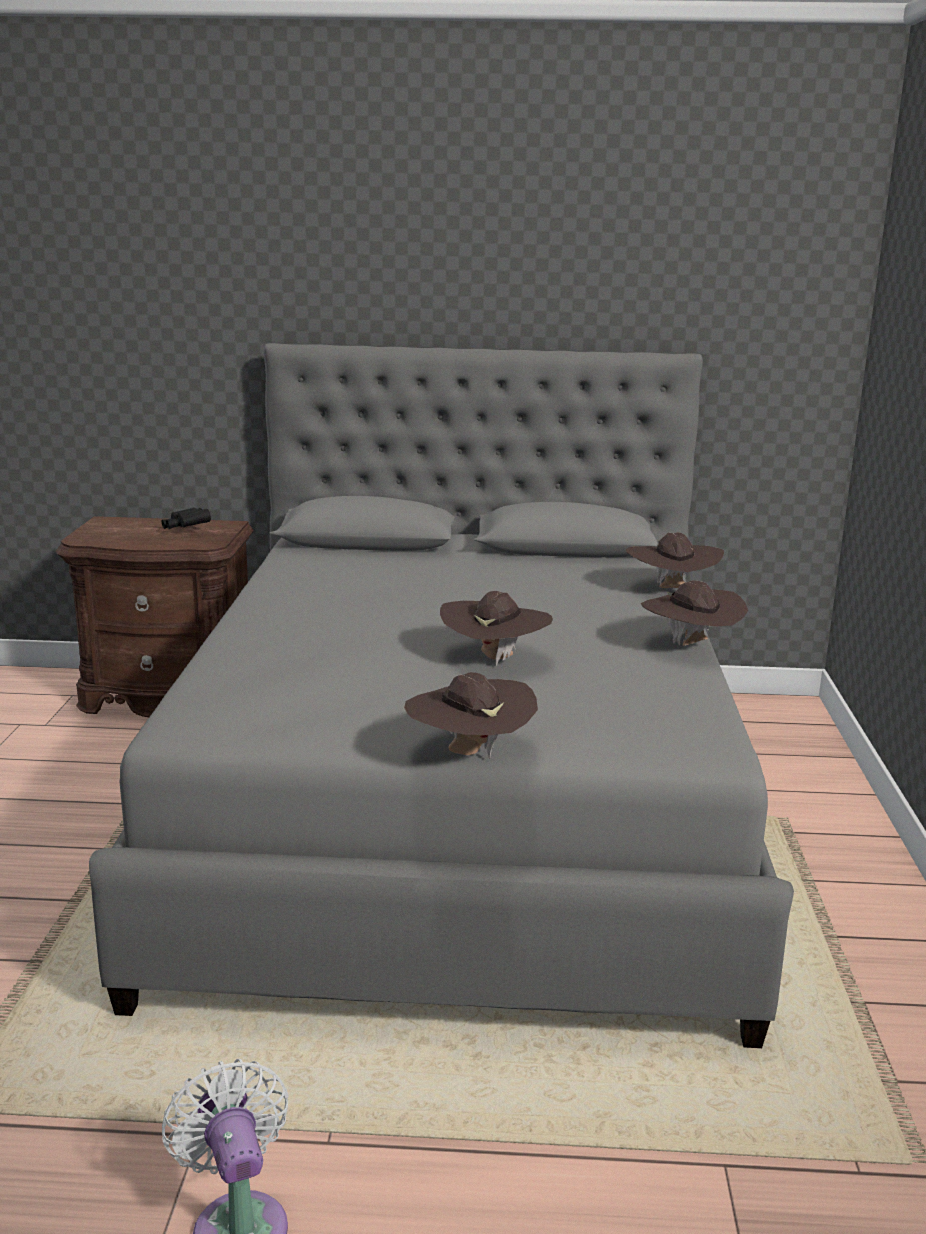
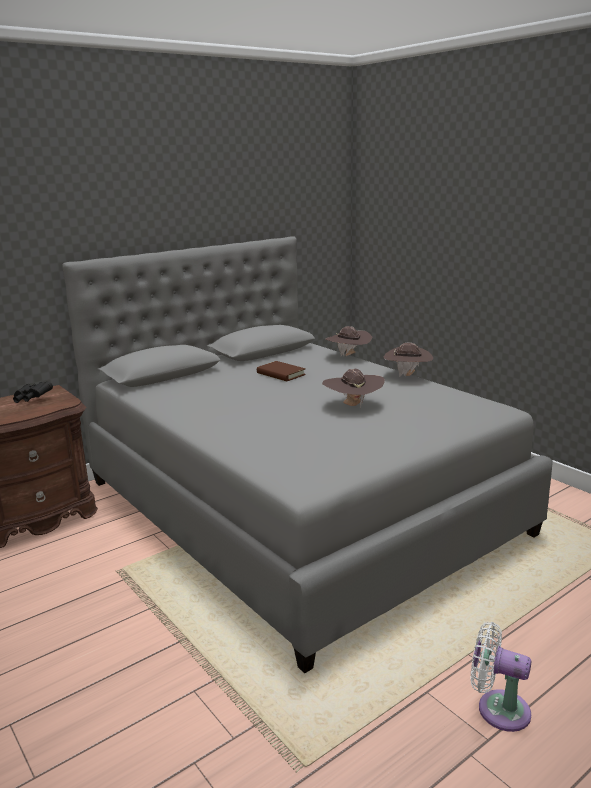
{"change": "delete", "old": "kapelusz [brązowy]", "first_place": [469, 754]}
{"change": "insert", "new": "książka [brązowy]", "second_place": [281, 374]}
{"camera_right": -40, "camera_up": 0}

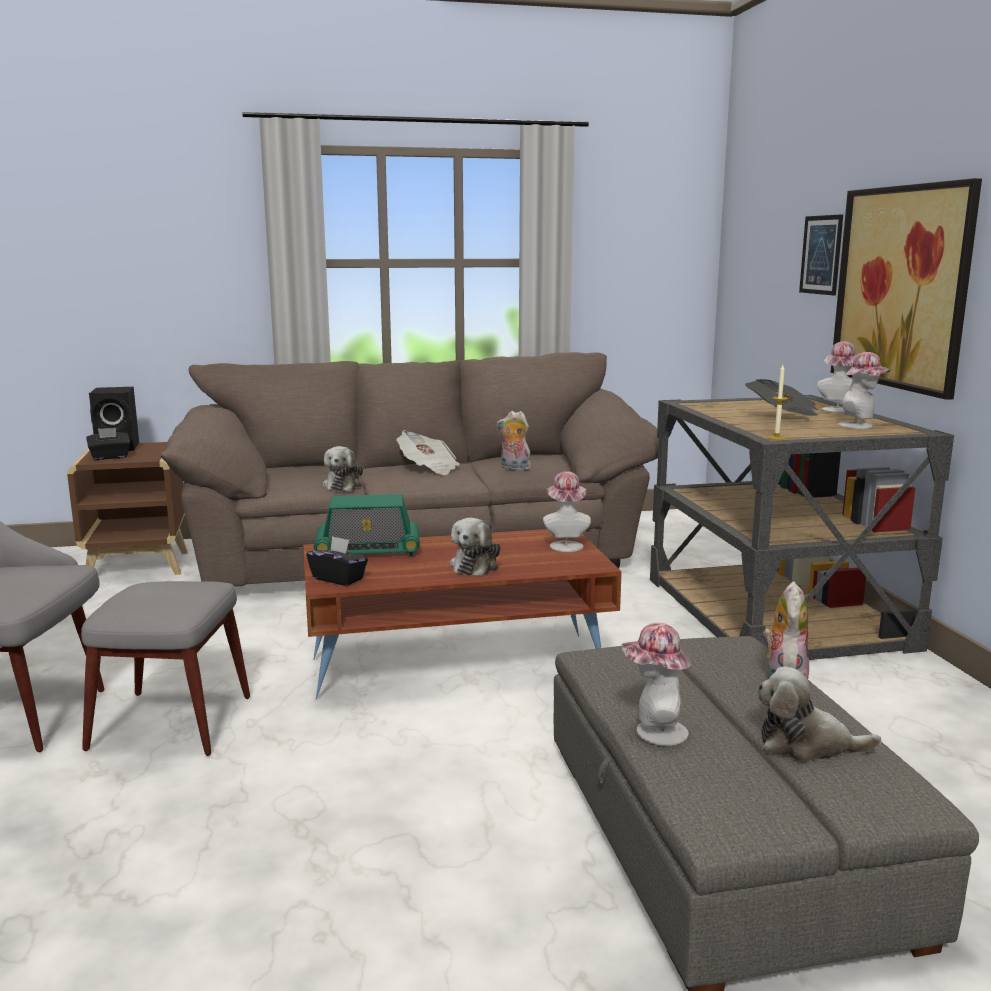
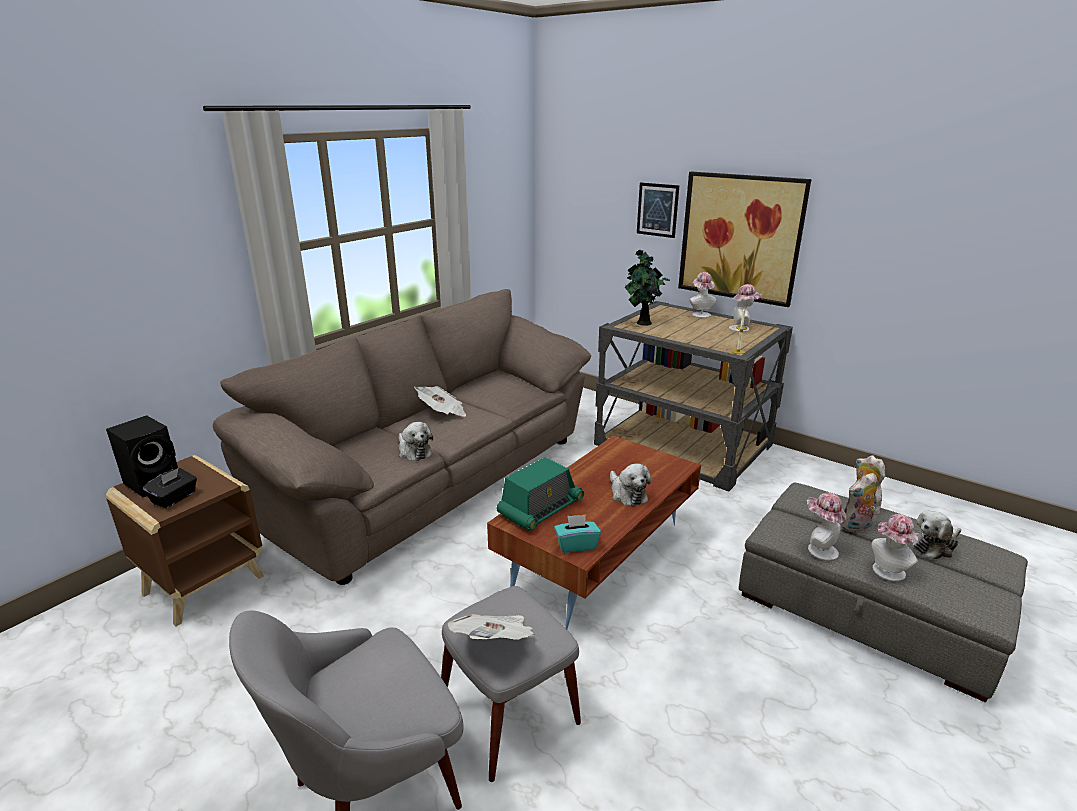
{"change": "insert", "new": "roślina doniczkowa", "second_place": [642, 323]}
{"change": "move", "old": "pluszak", "first_place": [514, 469], "second_place": [856, 527]}
{"change": "move", "old": "kapelusz", "first_place": [565, 545], "second_place": [818, 549]}
{"change": "move", "old": "gazeta", "first_place": [783, 418], "second_place": [495, 643]}
{"change": "recolor", "old": "pudełko chusteczek [czarny]", "new": "pudełko chusteczek [turkusowy]", "first_place": [338, 579], "second_place": [576, 545]}
{"camera_right": -40, "camera_up": 10}

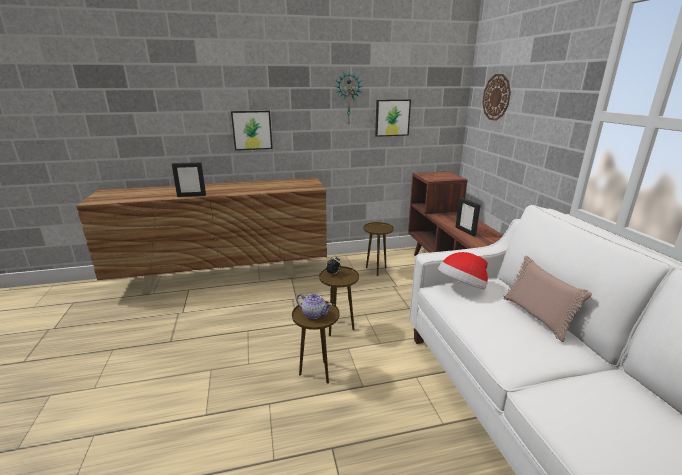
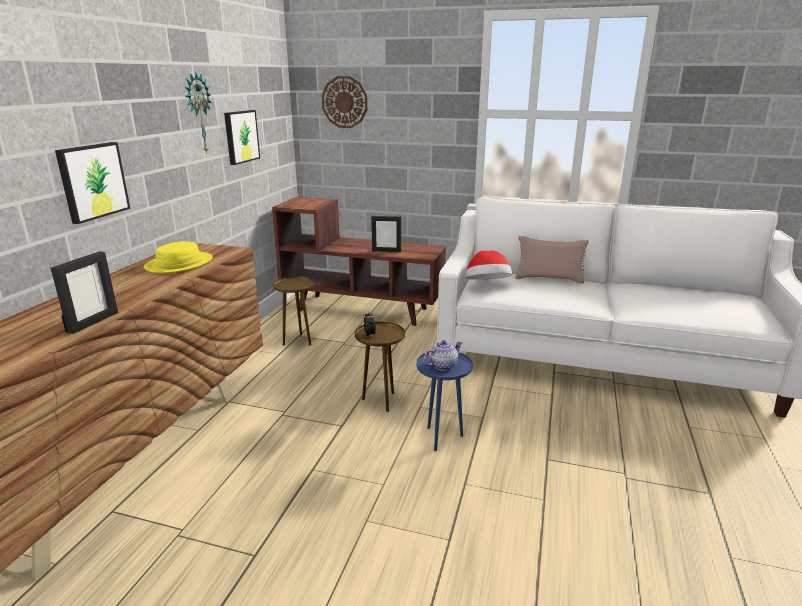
{"change": "insert", "new": "kapelusz [żółty]", "second_place": [179, 264]}
{"change": "recolor", "old": "stolik [brązowy]", "new": "stolik [niebieski]", "first_place": [317, 372], "second_place": [442, 437]}
{"camera_right": -60, "camera_up": 0}

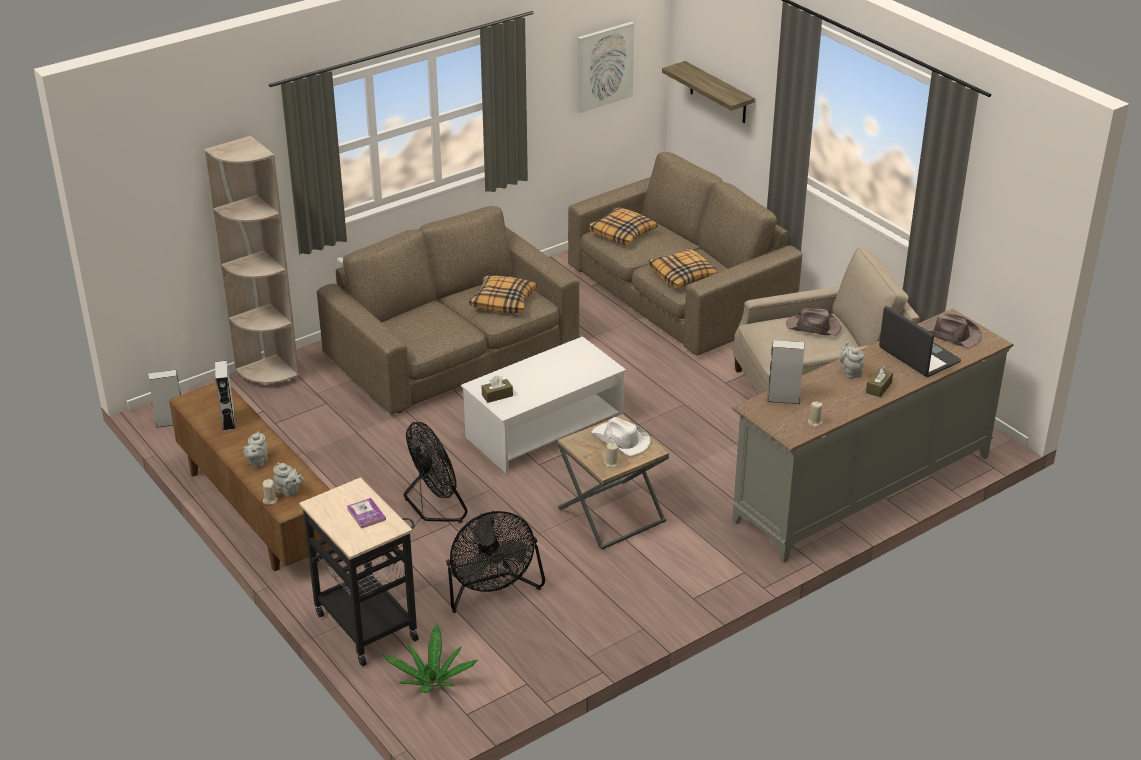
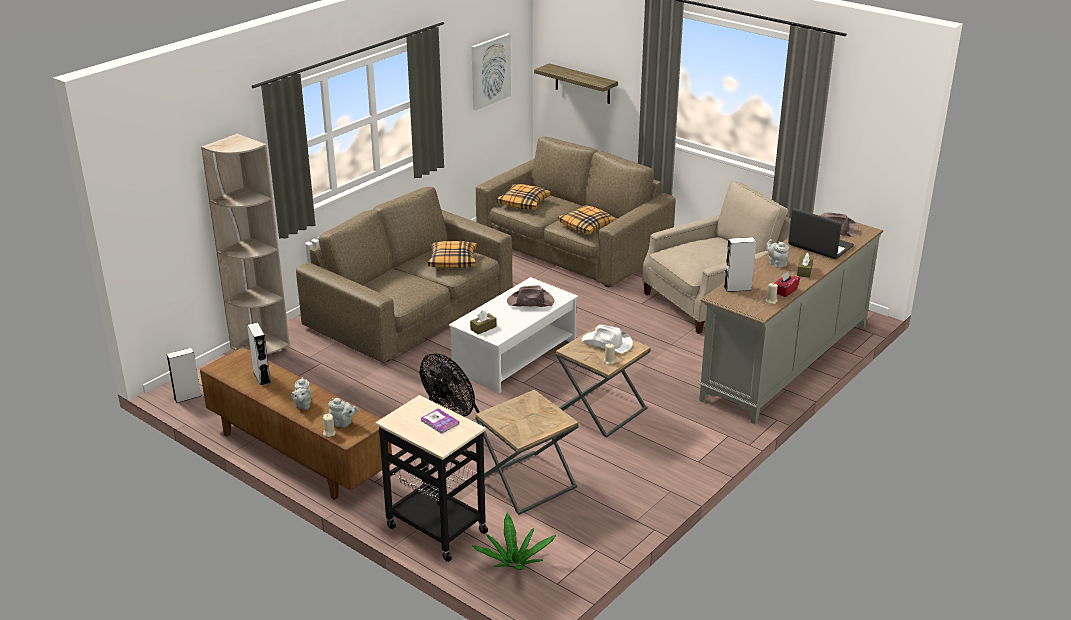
{"change": "insert", "new": "pudełko chusteczek [czerwony]", "second_place": [785, 291]}
{"change": "move", "old": "kapelusz [brązowy]", "first_place": [813, 327], "second_place": [531, 302]}
{"change": "replace", "old": "wentylator [czarny]", "new": "stolik [brązowy]", "first_place": [487, 589], "second_place": [527, 483]}
{"camera_right": -15, "camera_up": -5}

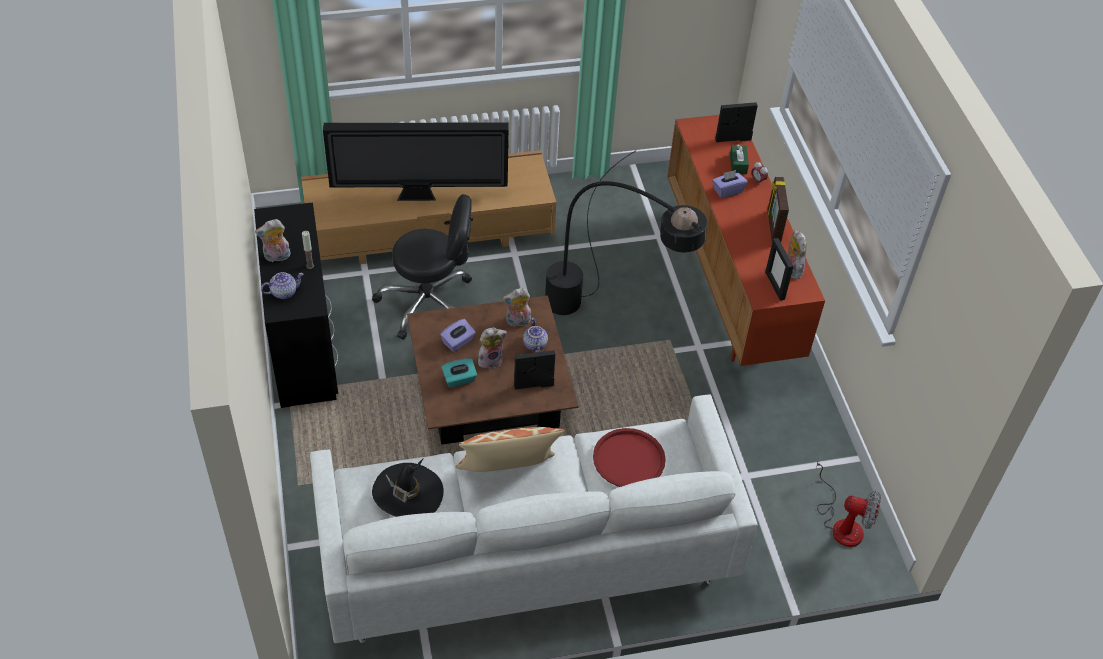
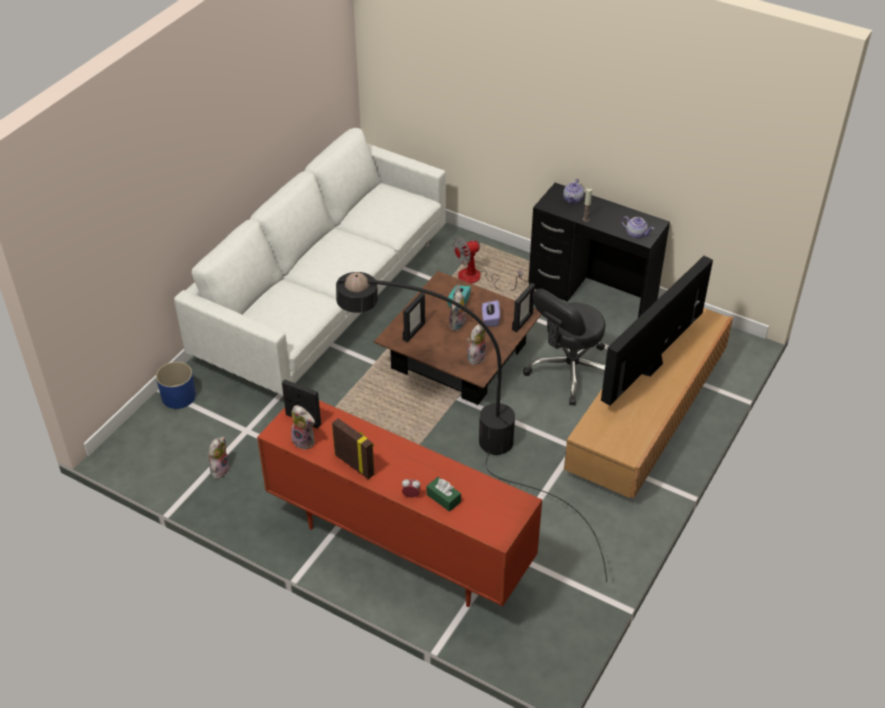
{"change": "delete", "old": "kapelusz [czarny]", "first_place": [408, 493]}
{"change": "delete", "old": "poduszka", "first_place": [507, 474]}
{"change": "delete", "old": "taca [czerwony]", "first_place": [629, 459]}
{"change": "delete", "old": "pudełko chusteczek [fioletowy]", "first_place": [727, 190]}
{"change": "insert", "new": "donica [niebieski]", "second_place": [178, 396]}
{"change": "move", "old": "pluszak", "first_place": [276, 257], "second_place": [219, 469]}
{"change": "move", "old": "imbryk", "first_place": [534, 344], "second_place": [636, 234]}
{"change": "move", "old": "ramka na zdjęcie", "first_place": [733, 139], "second_place": [522, 322]}
{"change": "move", "old": "wentylator", "first_place": [842, 523], "second_place": [477, 279]}
{"camera_right": 135, "camera_up": -5}

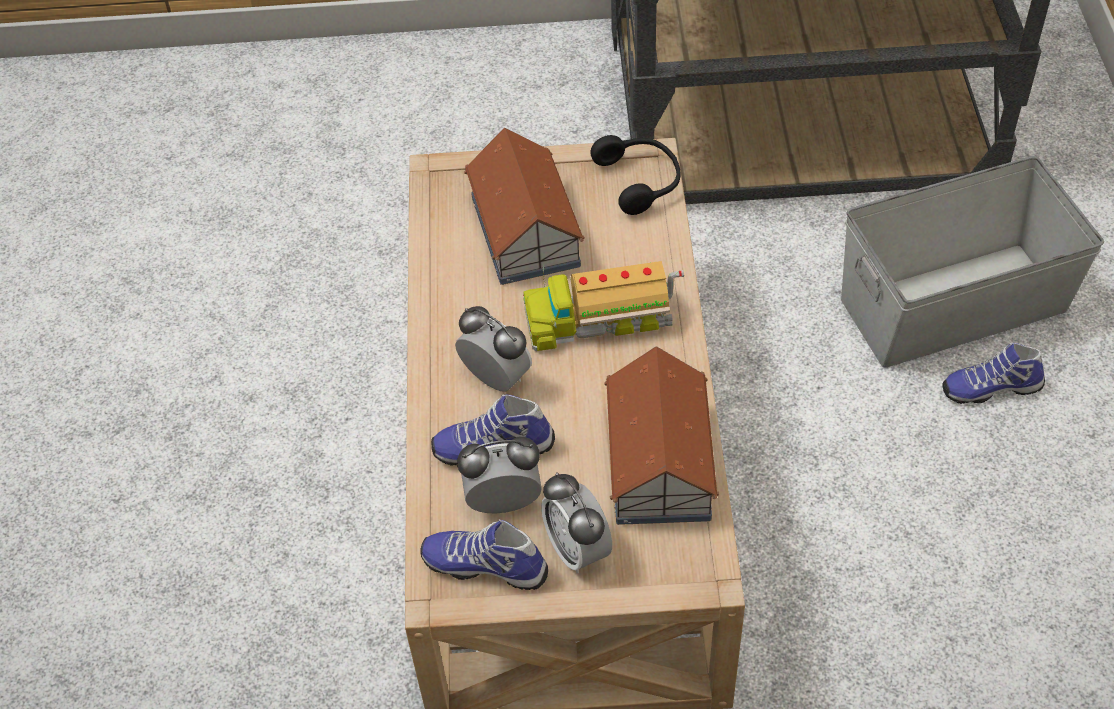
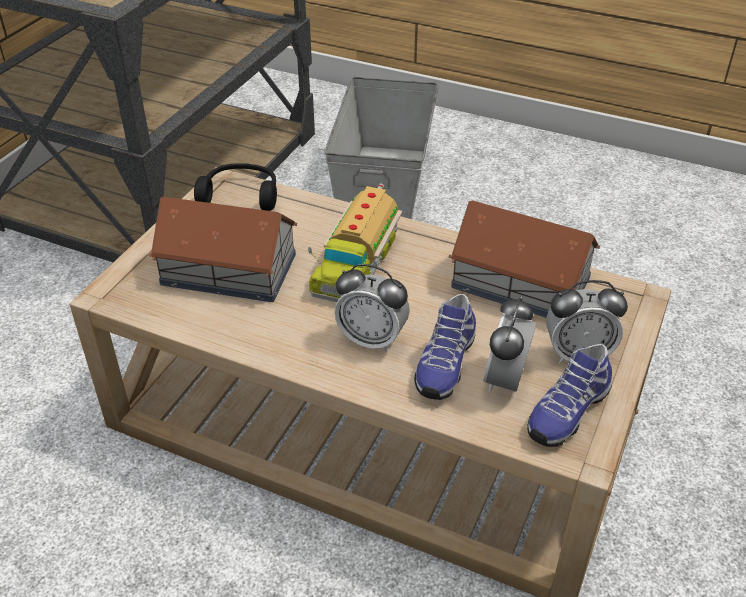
{"change": "delete", "old": "but", "first_place": [990, 387]}
{"change": "rotate", "old": "budzik", "first_place": [496, 378], "second_place": [372, 339], "degrees": -135}
{"camera_right": -65, "camera_up": -10}

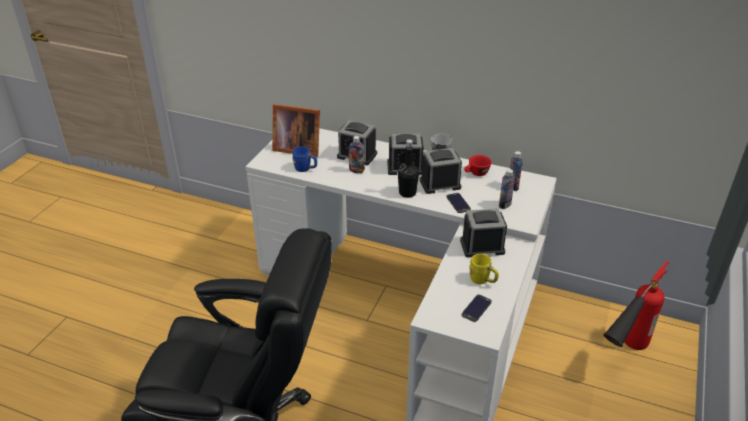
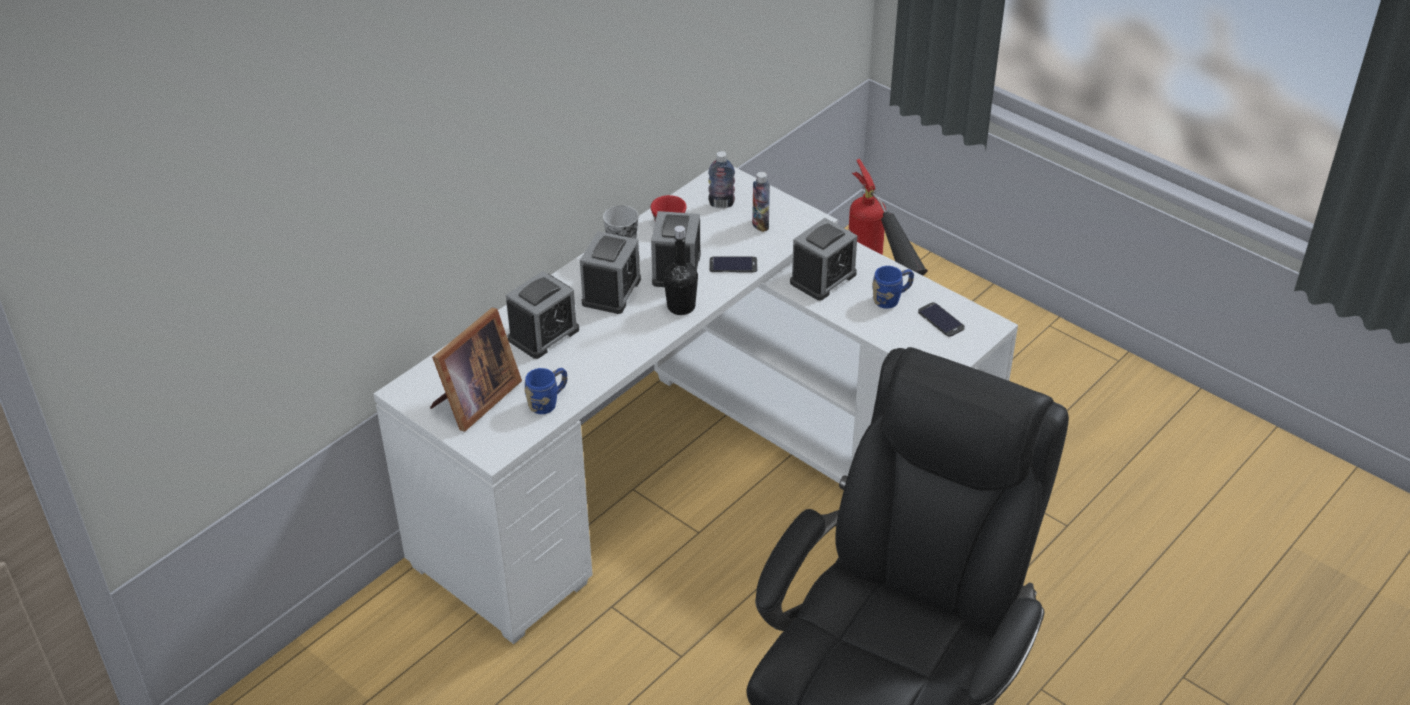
{"change": "delete", "old": "butelka", "first_place": [356, 170]}
{"change": "recolor", "old": "kubek [żółty]", "new": "kubek [niebieski]", "first_place": [482, 280], "second_place": [891, 299]}
{"change": "rotate", "old": "budzik", "first_place": [482, 246], "second_place": [823, 278], "degrees": -150}
{"camera_right": -70, "camera_up": 5}

